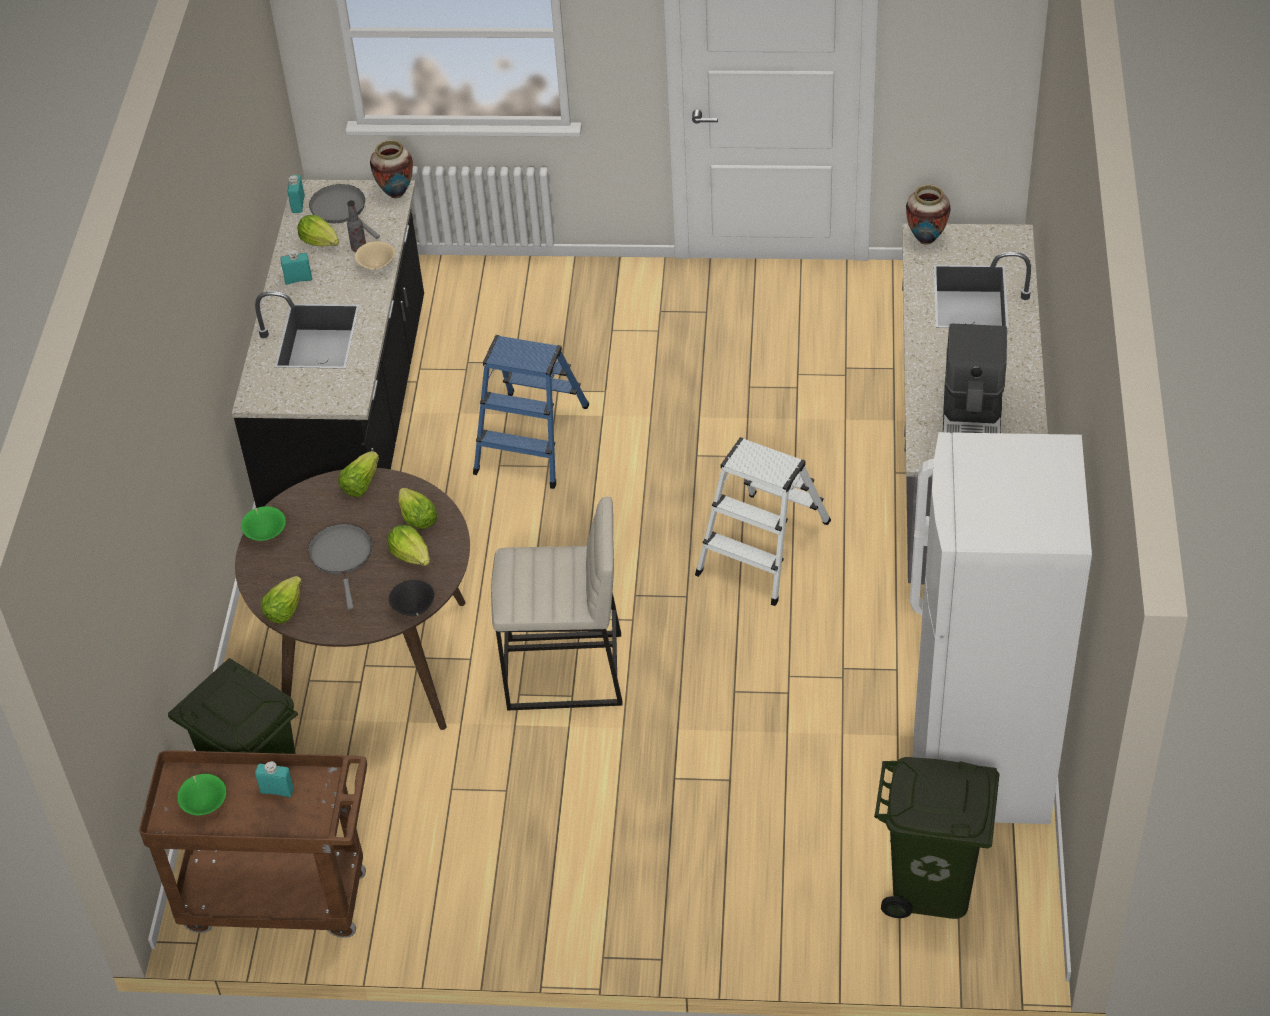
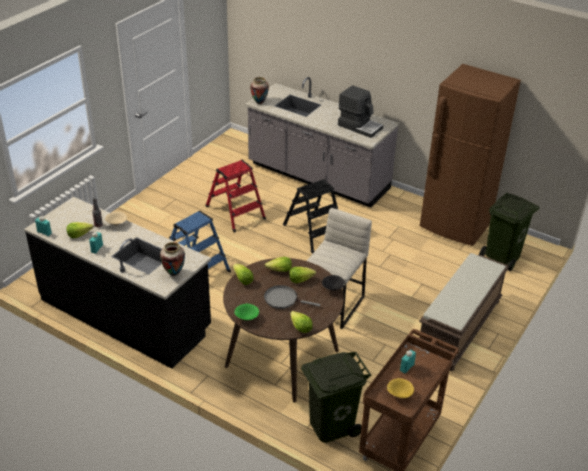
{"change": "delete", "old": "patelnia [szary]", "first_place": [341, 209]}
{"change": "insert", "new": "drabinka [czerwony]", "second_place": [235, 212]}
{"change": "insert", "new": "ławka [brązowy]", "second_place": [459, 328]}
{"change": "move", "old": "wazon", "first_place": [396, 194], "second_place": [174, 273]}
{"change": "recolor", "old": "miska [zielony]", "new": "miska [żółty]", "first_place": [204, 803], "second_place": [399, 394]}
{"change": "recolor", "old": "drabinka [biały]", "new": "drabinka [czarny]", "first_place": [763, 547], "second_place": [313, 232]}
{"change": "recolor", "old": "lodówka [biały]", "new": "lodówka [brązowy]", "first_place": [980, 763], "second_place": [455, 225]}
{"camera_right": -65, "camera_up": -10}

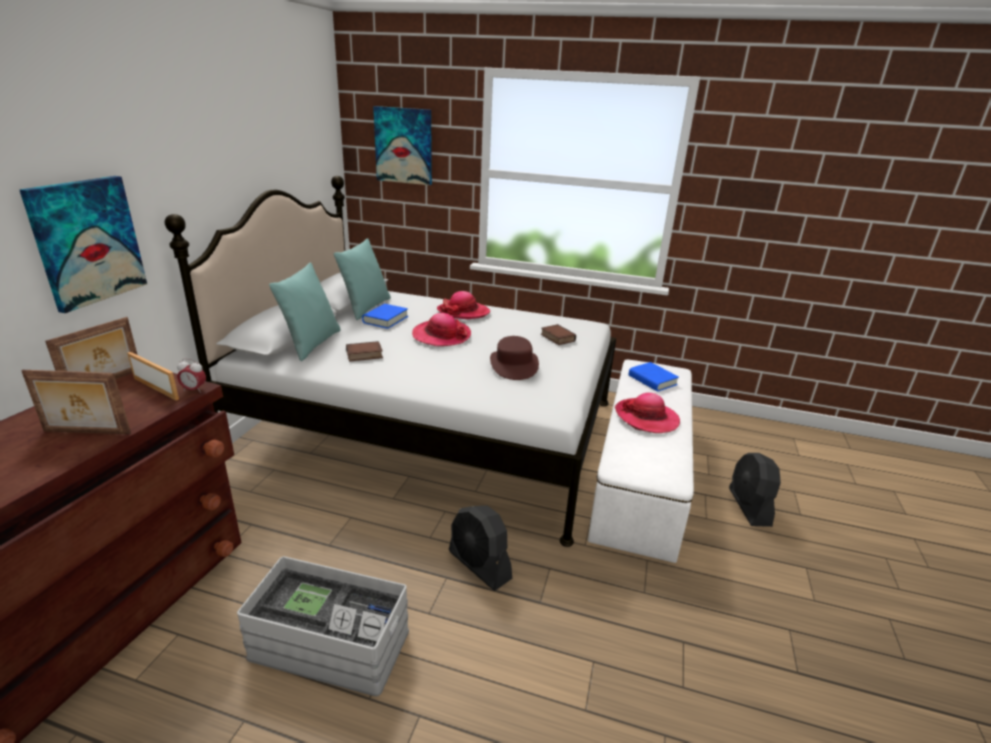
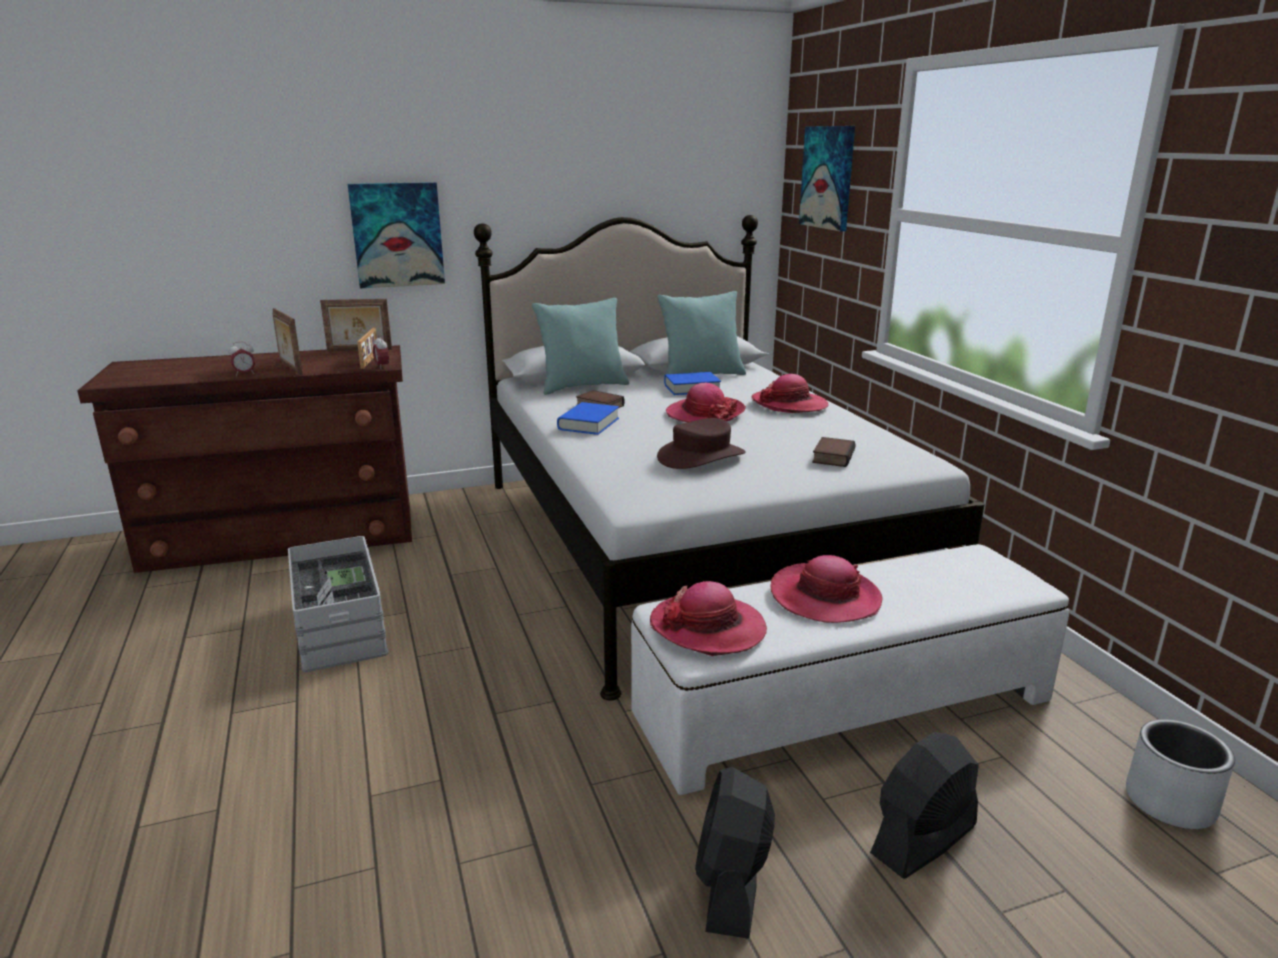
{"change": "insert", "new": "budzik", "second_place": [245, 374]}
{"change": "insert", "new": "kapelusz", "second_place": [708, 628]}
{"change": "insert", "new": "donica [szary]", "second_place": [1170, 803]}
{"change": "move", "old": "wentylator [czarny]", "first_place": [479, 565], "second_place": [732, 884]}
{"change": "move", "old": "książka [niebieski]", "first_place": [652, 380], "second_place": [588, 424]}
{"camera_right": 55, "camera_up": -5}

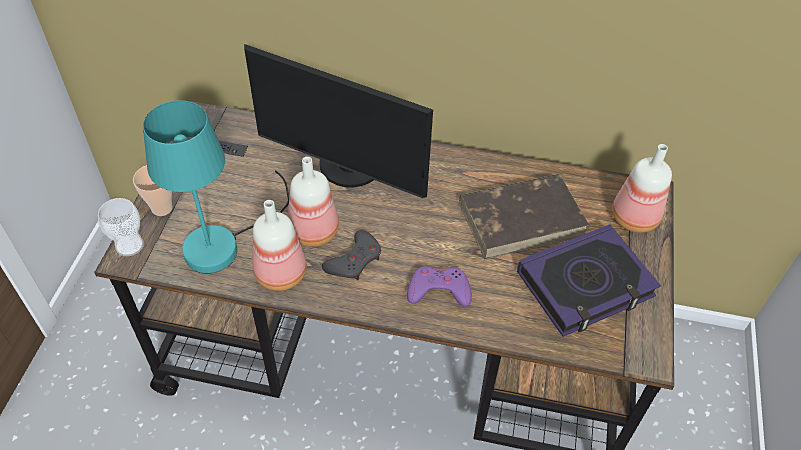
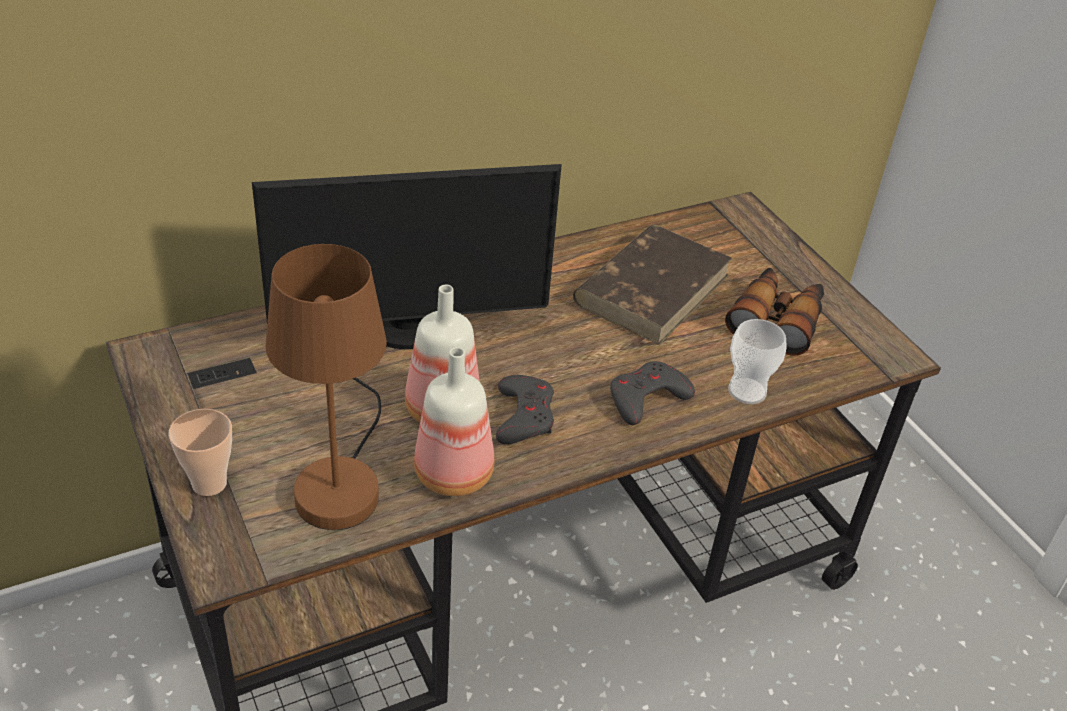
{"change": "delete", "old": "butelka", "first_place": [632, 217]}
{"change": "move", "old": "filiżanka", "first_place": [129, 245], "second_place": [747, 391]}
{"change": "replace", "old": "książka", "new": "lornetka", "first_place": [585, 285], "second_place": [777, 320]}
{"change": "recolor", "old": "lampa stołowa [turkusowy]", "new": "lampa stołowa [brązowy]", "first_place": [224, 242], "second_place": [341, 478]}
{"change": "recolor", "old": "pad do gier [fioletowy]", "new": "pad do gier [szary]", "first_place": [438, 290], "second_place": [646, 398]}
{"camera_right": -40, "camera_up": -10}

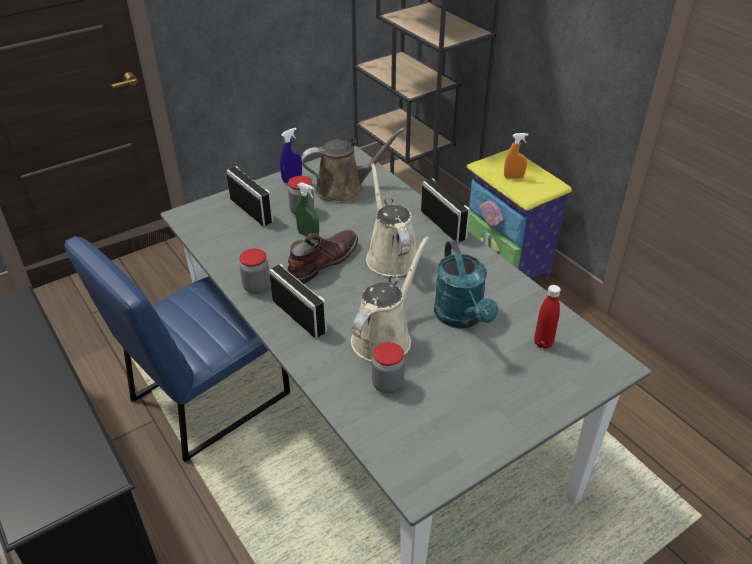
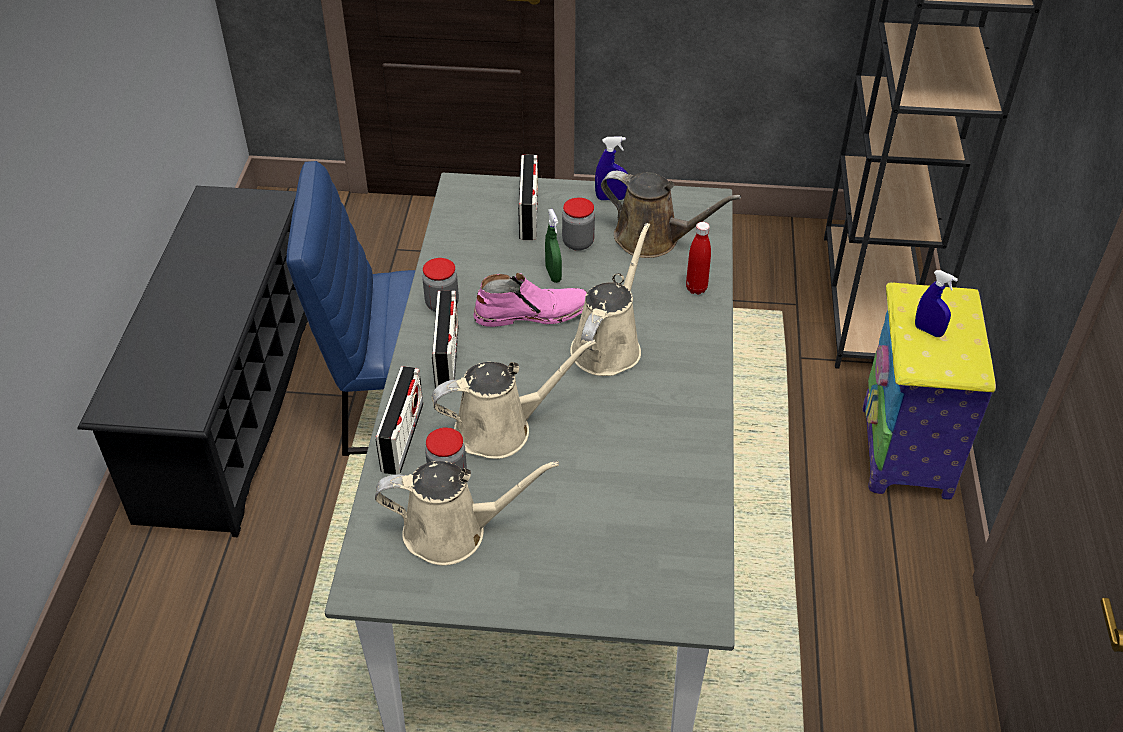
{"change": "delete", "old": "konewka [turkusowy]", "first_place": [462, 318]}
{"change": "insert", "new": "konewka [beżowy]", "second_place": [453, 531]}
{"change": "move", "old": "radio", "first_place": [443, 224], "second_place": [402, 438]}
{"change": "move", "old": "butelka [czerwony]", "first_place": [543, 343], "second_place": [696, 288]}
{"change": "recolor", "old": "but z cholewką [brązowy]", "new": "but z cholewką [różowy]", "first_place": [322, 262], "second_place": [532, 312]}
{"change": "recolor", "old": "spryskiwacz [pomarańczowy]", "new": "spryskiwacz [niebieski]", "first_place": [513, 177], "second_place": [928, 331]}
{"camera_right": 40, "camera_up": 5}

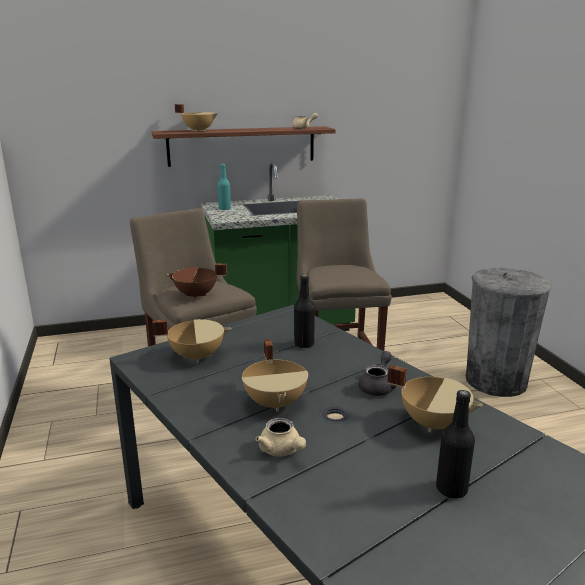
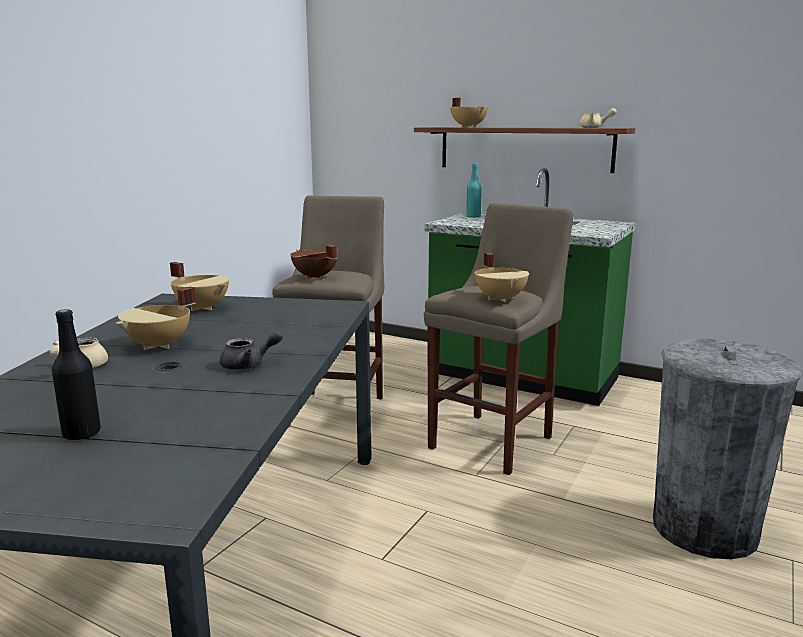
{"change": "delete", "old": "butelka [czarny]", "first_place": [304, 344]}
{"change": "move", "old": "garnek [beżowy]", "first_place": [433, 423], "second_place": [501, 299]}
{"camera_right": 45, "camera_up": -5}

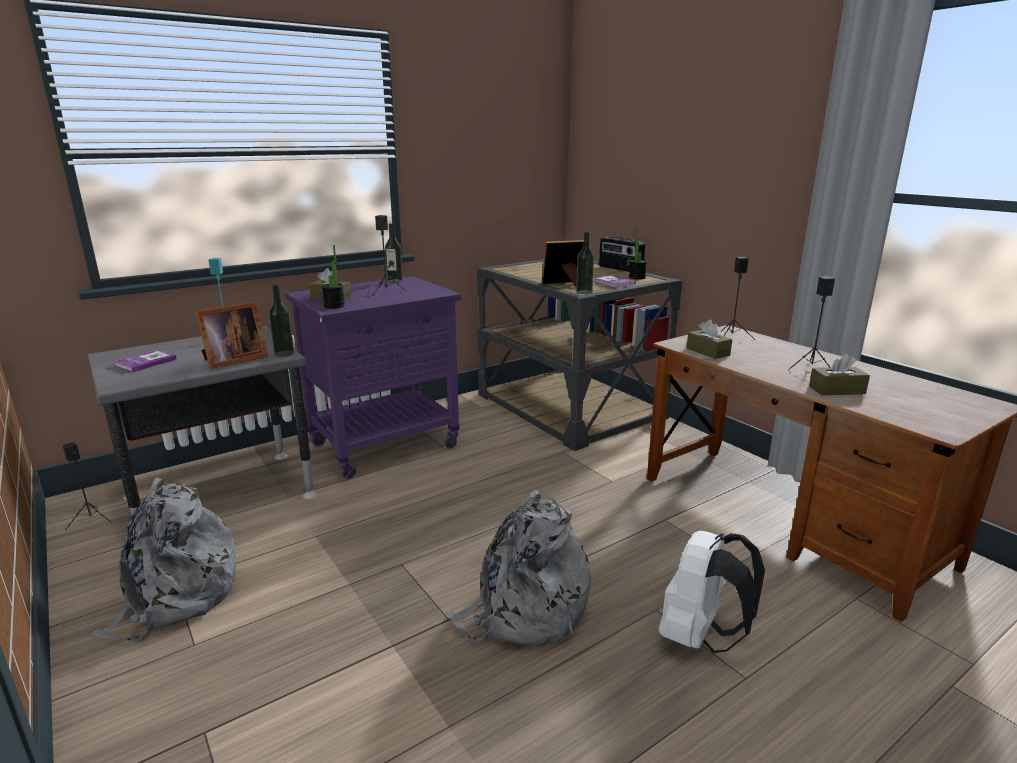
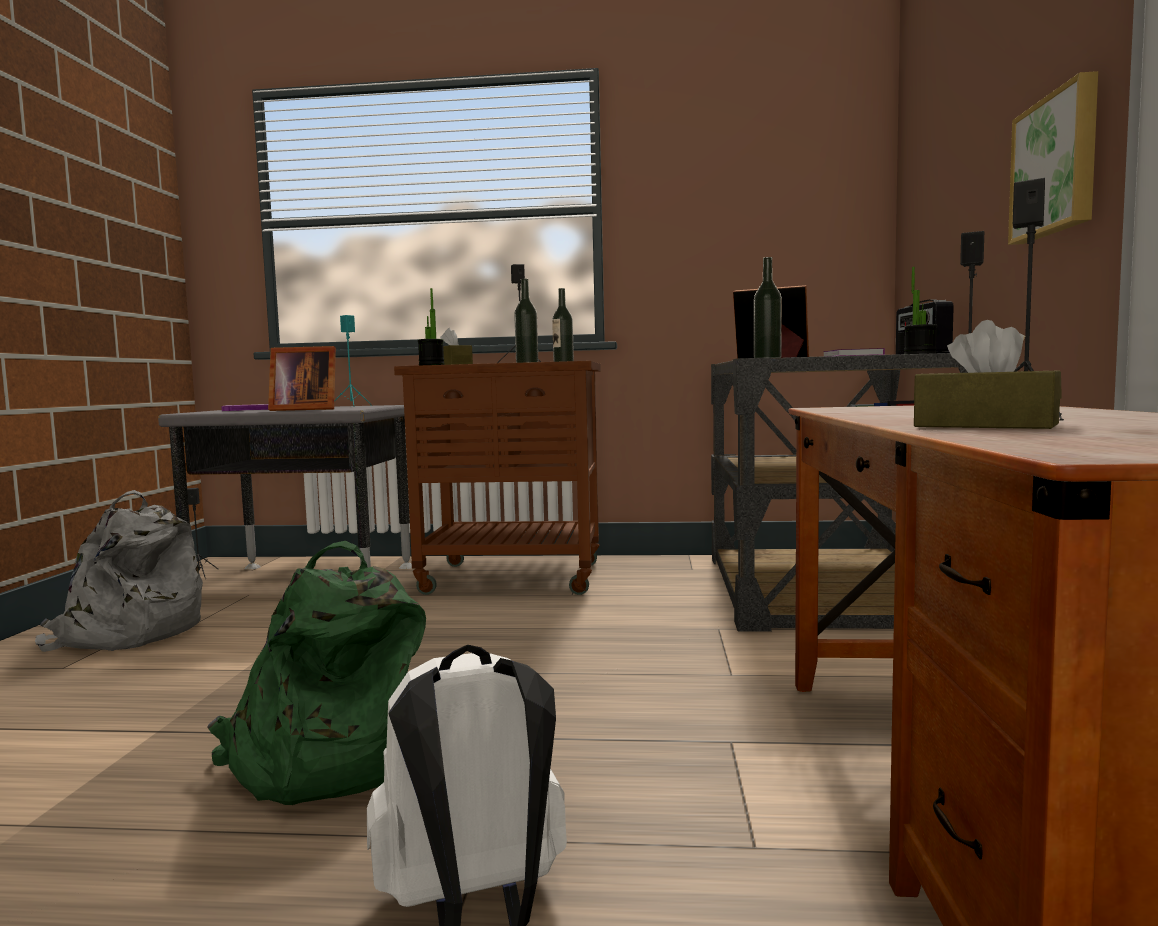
{"change": "delete", "old": "pudełko chusteczek [brązowy]", "first_place": [708, 352]}
{"change": "insert", "new": "obraz", "second_place": [1057, 165]}
{"change": "move", "old": "butelka", "first_place": [284, 353], "second_place": [527, 362]}
{"change": "recolor", "old": "wózek [fioletowy]", "new": "wózek [brązowy]", "first_place": [386, 446], "second_place": [514, 579]}
{"change": "recolor", "old": "plecak [szary]", "new": "plecak [zielony]", "first_place": [524, 611], "second_place": [327, 760]}
{"camera_right": 40, "camera_up": -15}

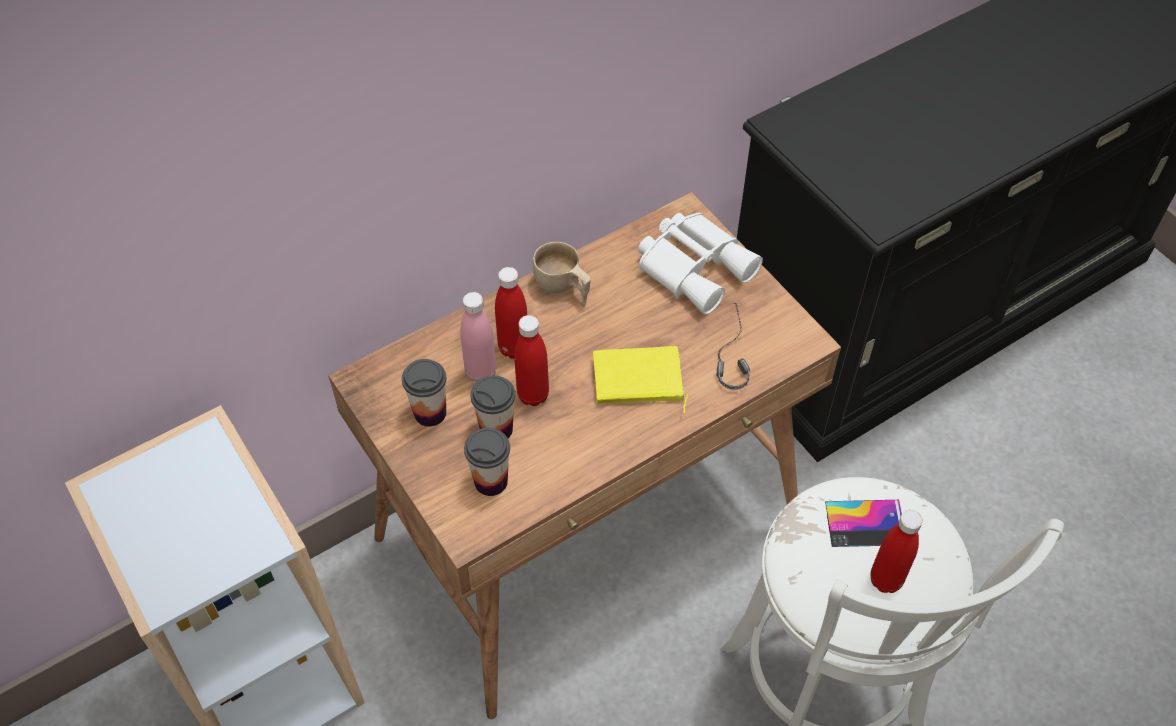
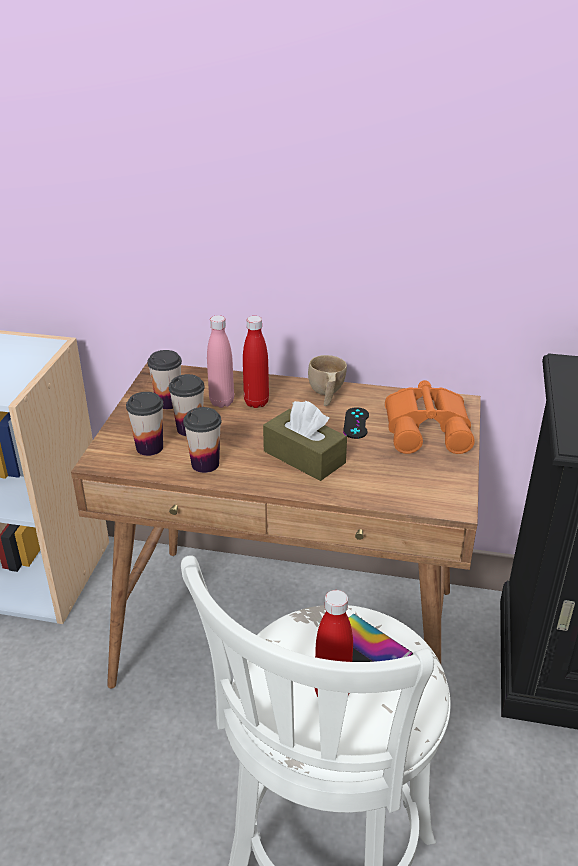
{"change": "delete", "old": "butelka [czerwony]", "first_place": [533, 395]}
{"change": "delete", "old": "słuchawki", "first_place": [728, 353]}
{"change": "insert", "new": "filiżanka", "second_place": [205, 464]}
{"change": "insert", "new": "pad do gier [czarny]", "second_place": [356, 423]}
{"change": "replace", "old": "książka [żółty]", "new": "pudełko chusteczek [brązowy]", "first_place": [638, 382], "second_place": [304, 457]}
{"change": "recolor", "old": "lornetka [biały]", "new": "lornetka [pomarańczowy]", "first_place": [695, 266], "second_place": [428, 428]}
{"camera_right": 45, "camera_up": -20}

